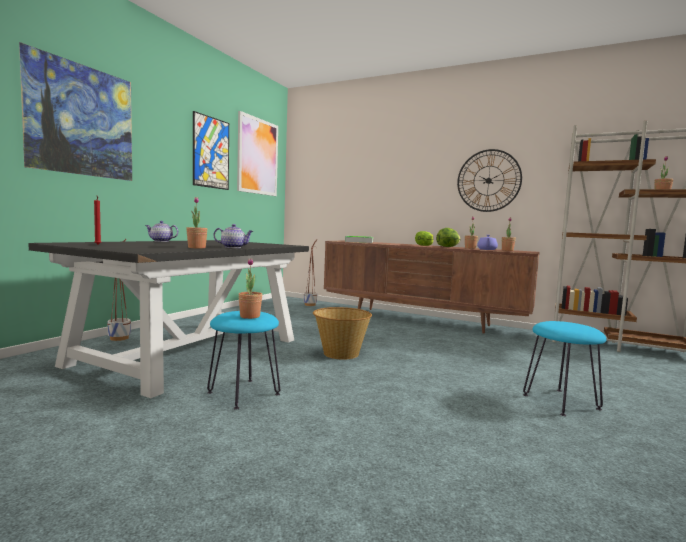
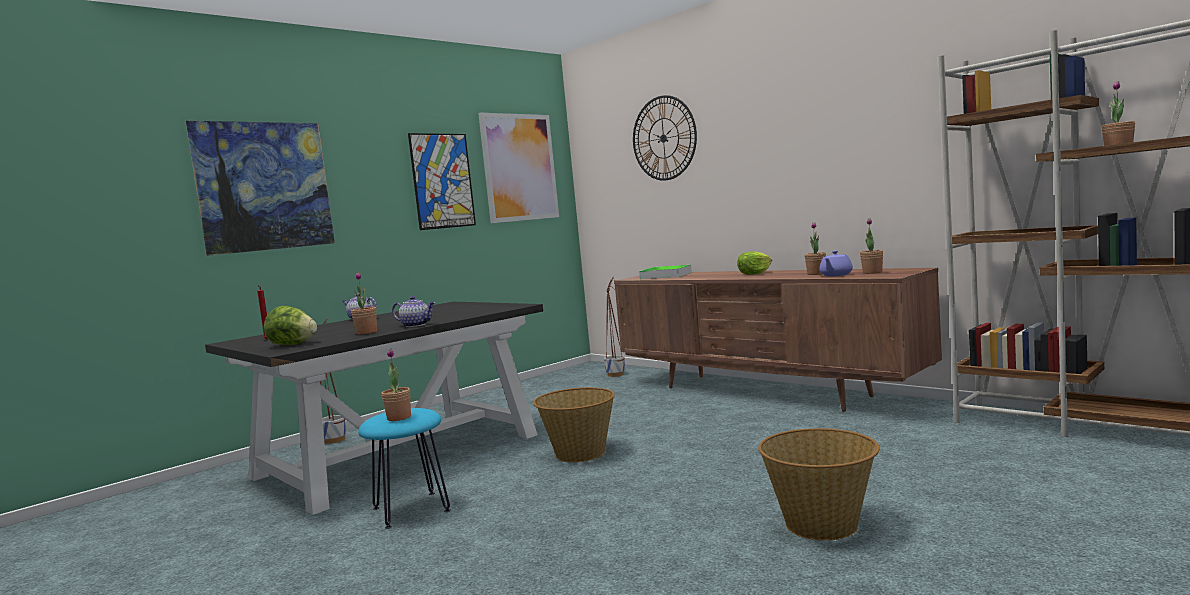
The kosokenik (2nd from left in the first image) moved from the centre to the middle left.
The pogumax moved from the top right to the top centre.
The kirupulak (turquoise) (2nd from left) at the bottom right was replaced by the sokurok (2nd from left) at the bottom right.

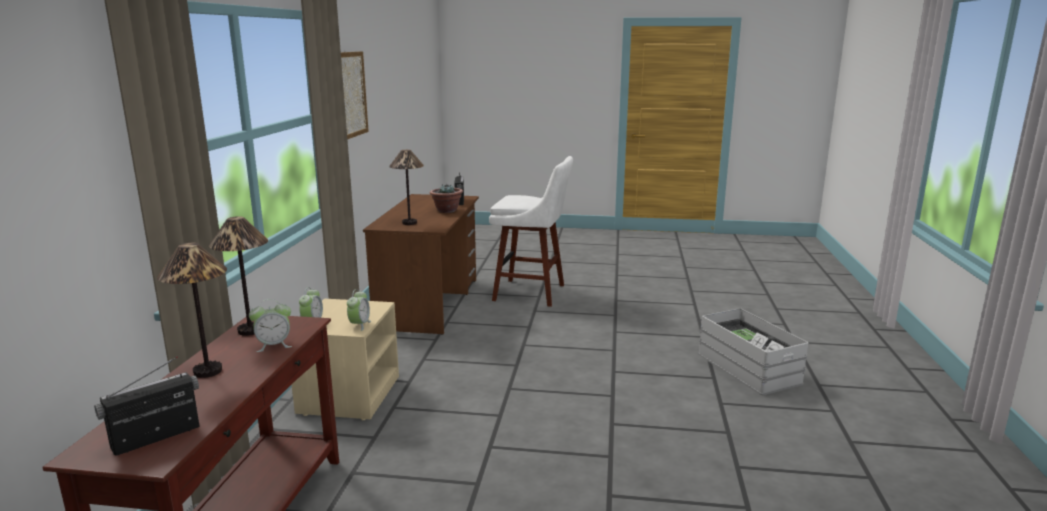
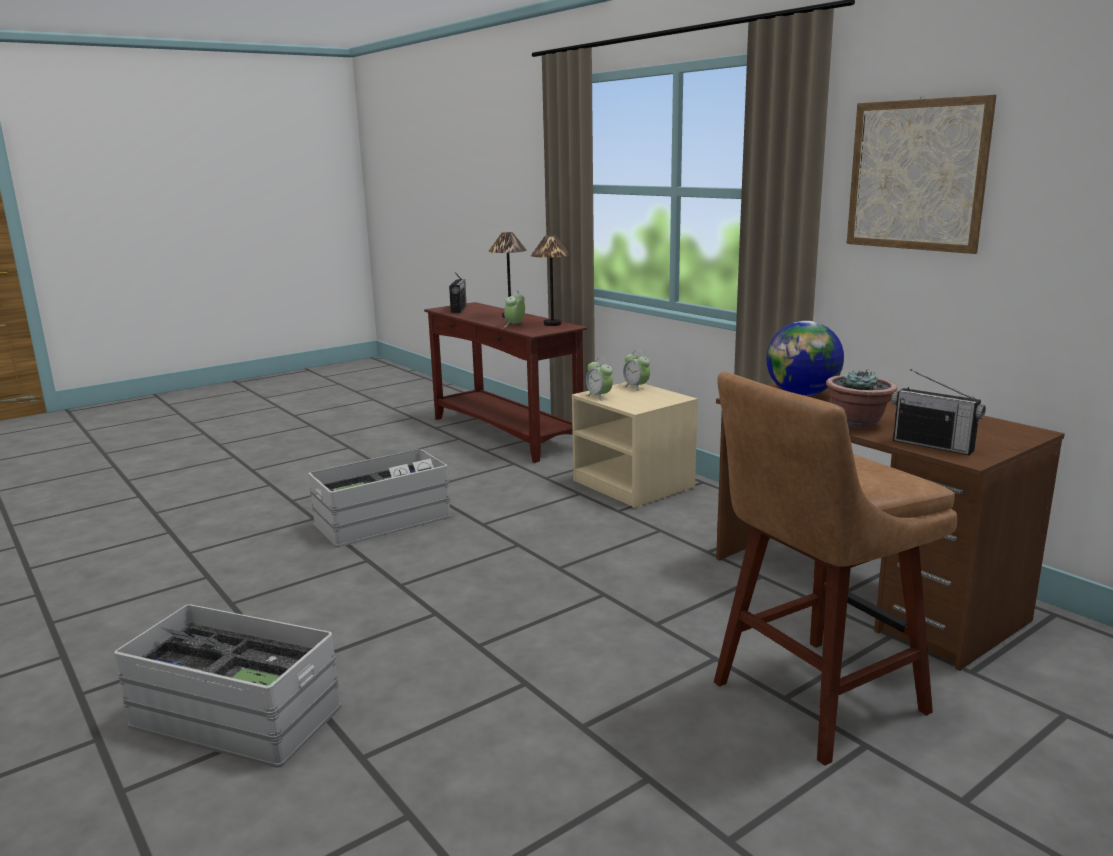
The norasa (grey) (2nd from left) at the centre appeared.
The kirupulak (white) at the centre became the kirupulak (brown) at the middle right.
The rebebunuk (3rd from left) at the centre was replaced by the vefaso at the middle right.

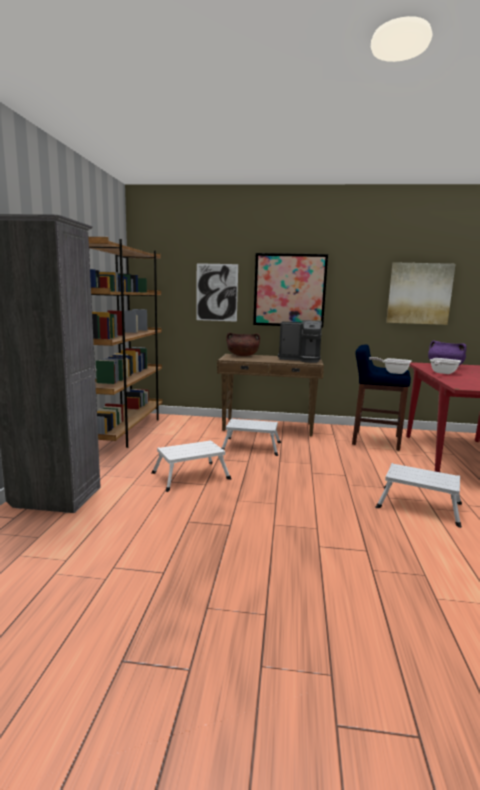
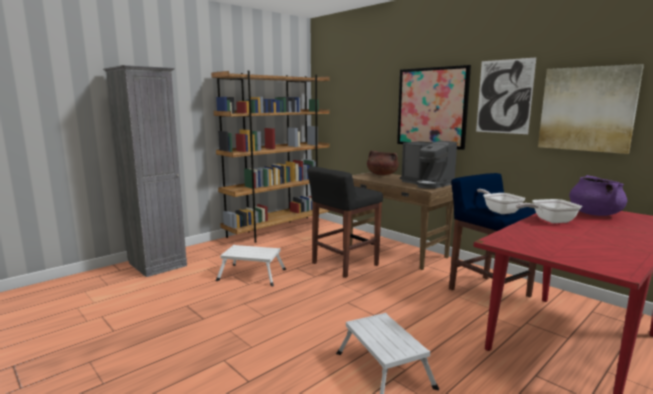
The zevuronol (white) (2nd from left) at the centre was replaced by the kirupulak (black) at the centre.
The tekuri (1st from left in the first image) moved from the centre to the top right.

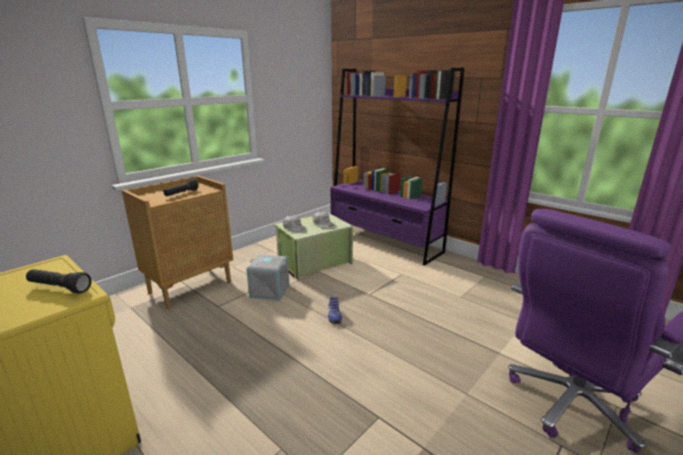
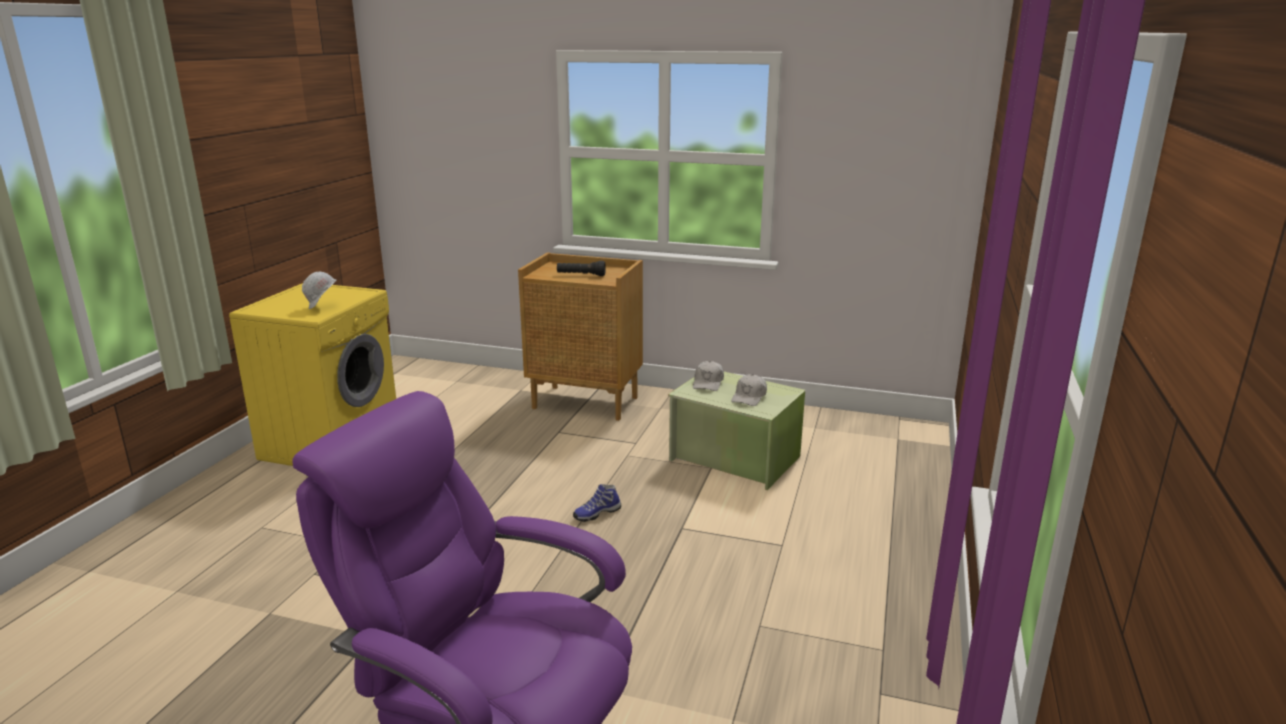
The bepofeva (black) (1st from left) at the middle left was replaced by the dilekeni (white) at the middle left.
The norasa (grey) at the centre disappeared.
The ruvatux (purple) at the centre disappeared.

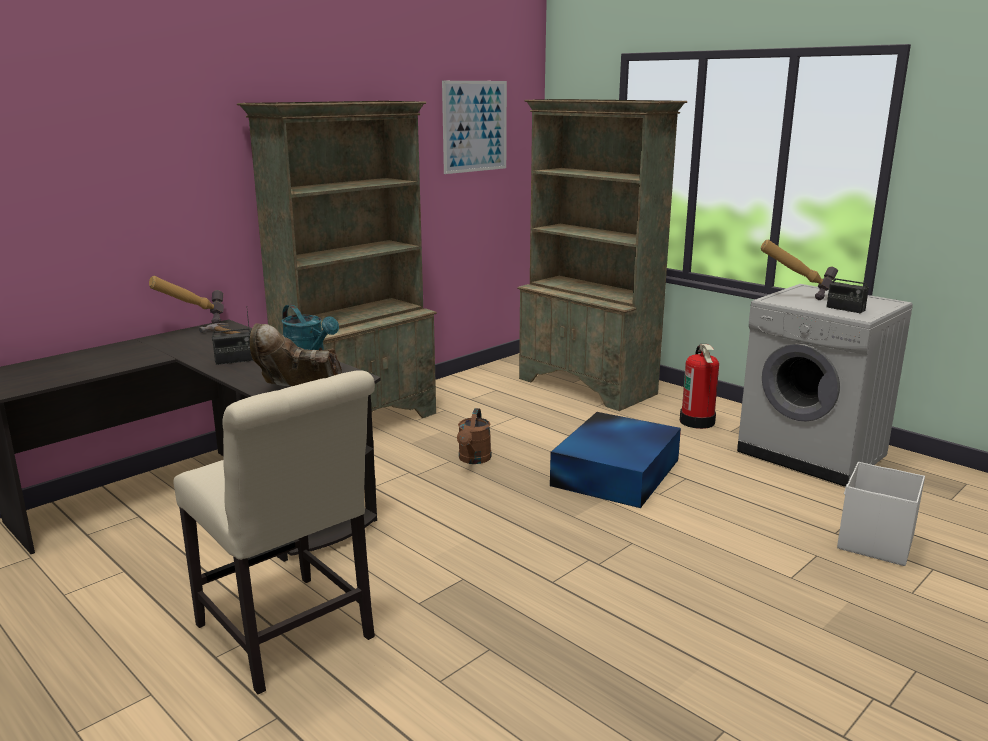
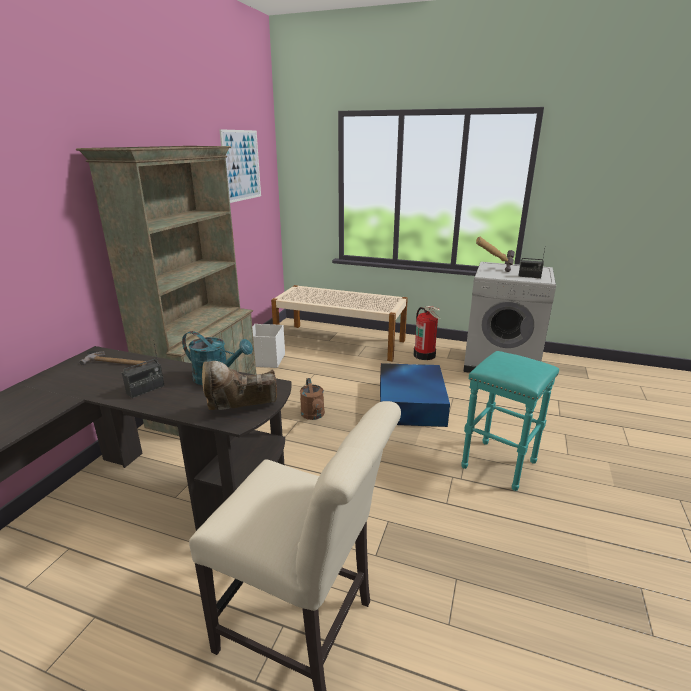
The norasa (white) moved from the bottom right to the centre.
The ruvatux (green) (2nd from left) at the centre was replaced by the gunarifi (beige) at the centre.
The kirupulak (turquoise) at the middle right appeared.
The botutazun (1st from left) at the middle left disappeared.

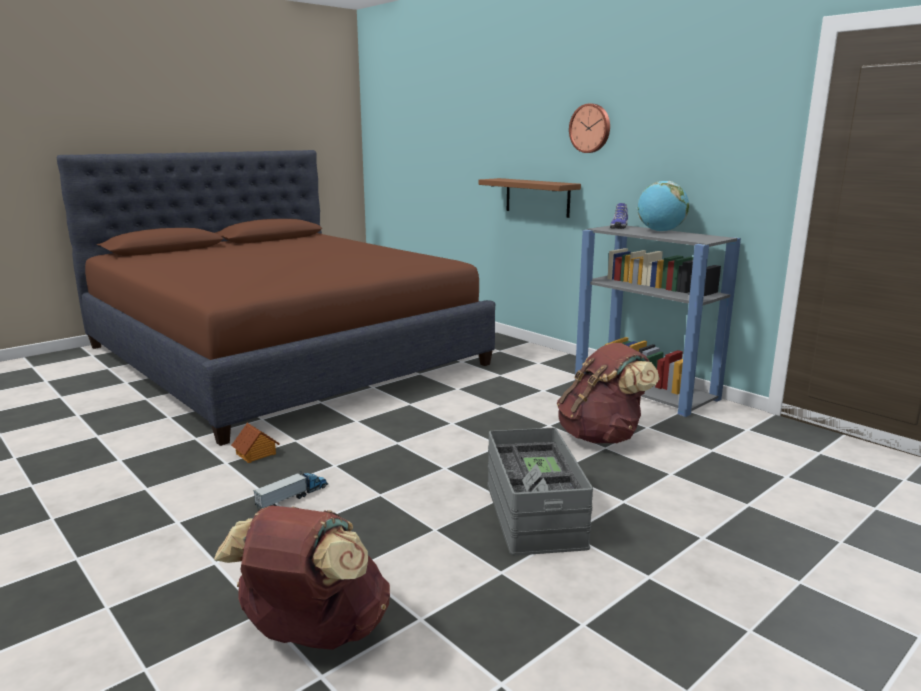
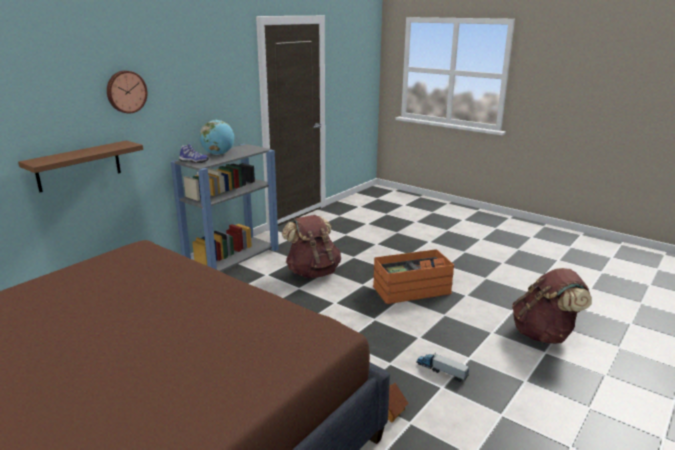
The norasa (grey) at the bottom centre became the norasa (orange) at the centre.

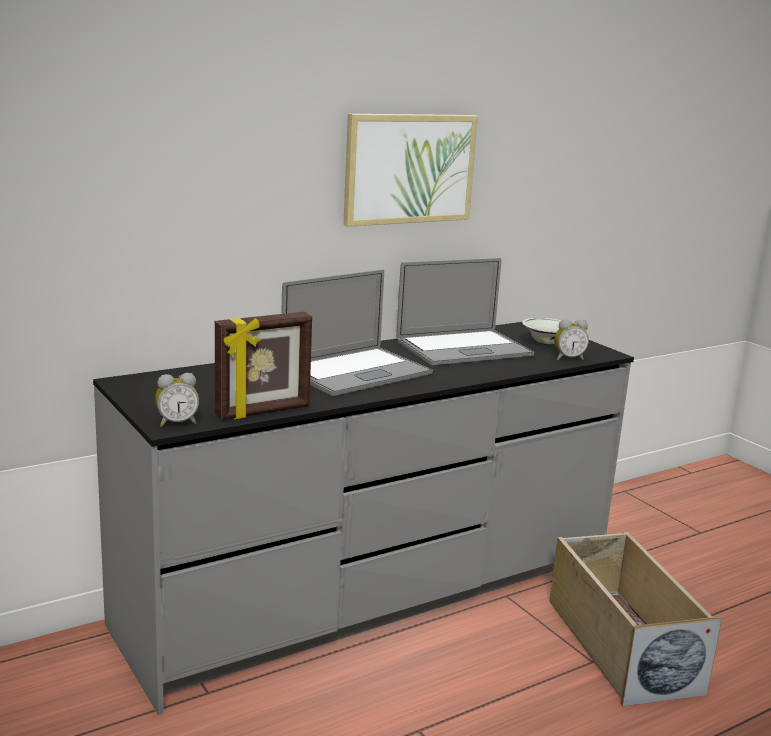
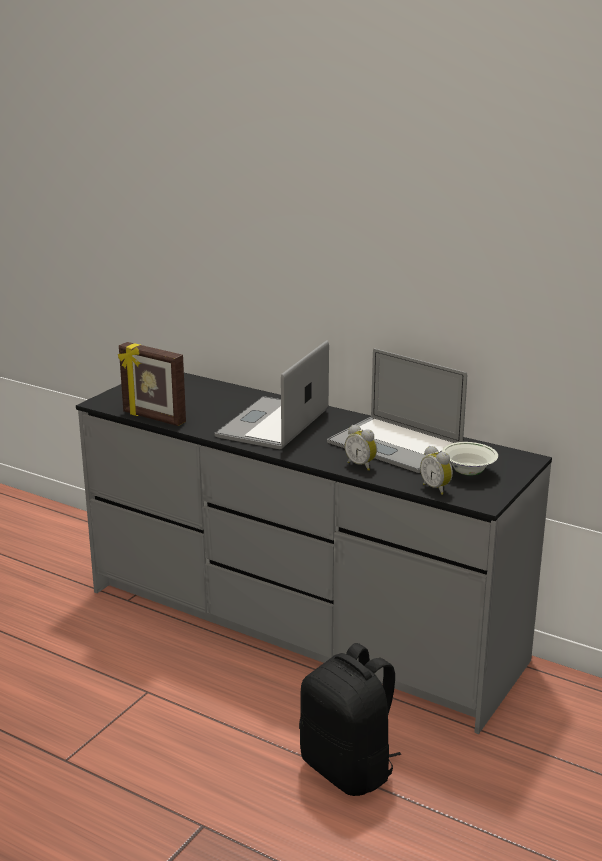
The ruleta (1st from left) at the centre turned 90 degrees clockwise.
The norasa (beige) at the bottom right was replaced by the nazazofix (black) at the bottom centre.
The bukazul (1st from left) moved from the middle left to the centre.
The tekuri at the top centre disappeared.

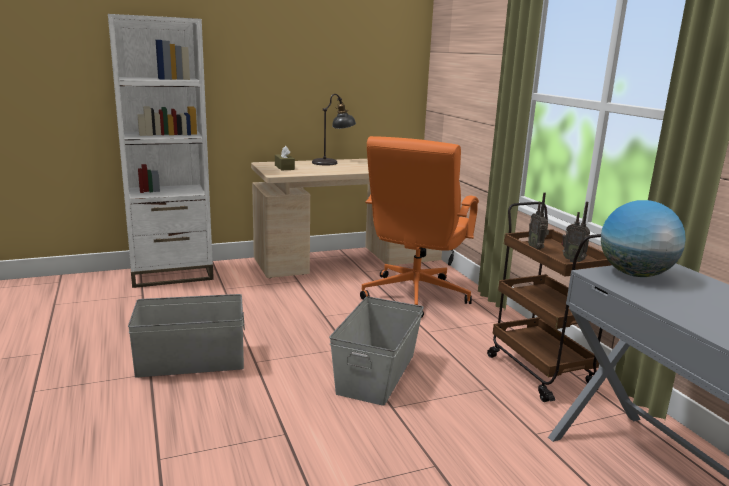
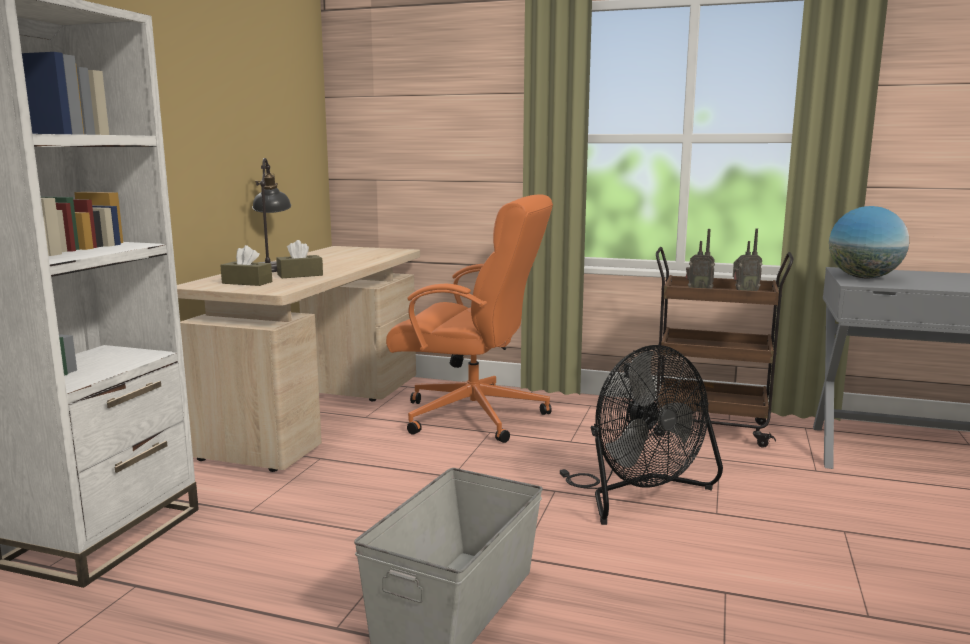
The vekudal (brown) (2nd from left) at the middle left appeared.
The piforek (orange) at the centre turned 45 degrees counterclockwise.
The norasa (grey) (2nd from left) at the bottom centre was replaced by the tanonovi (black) at the bottom centre.

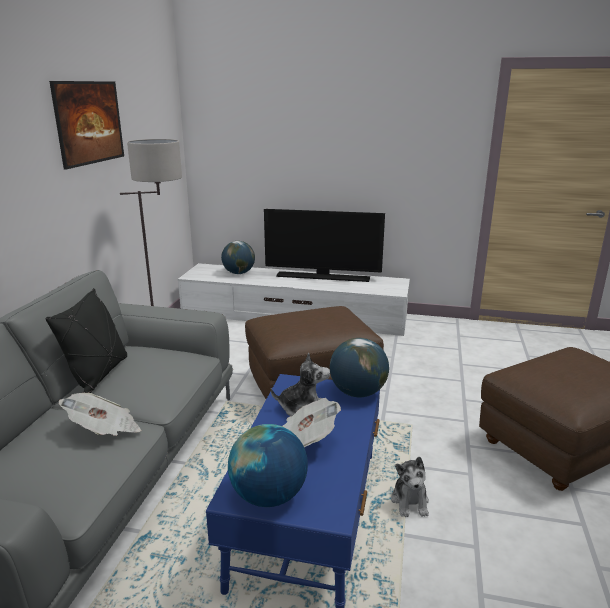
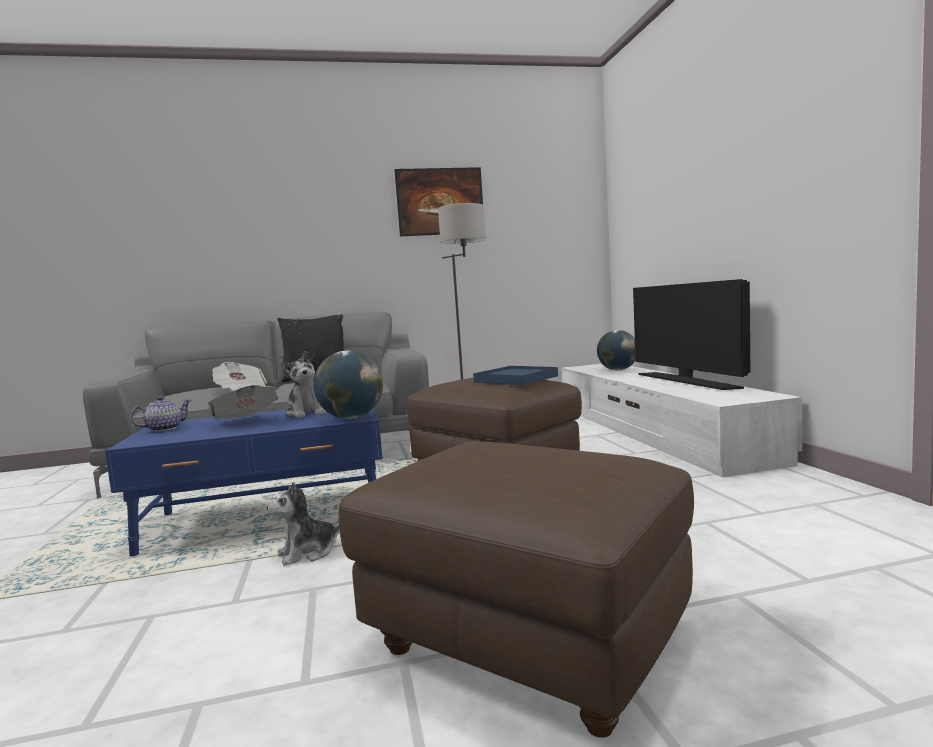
The vefaso (2nd from left) at the bottom centre was replaced by the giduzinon at the middle left.
The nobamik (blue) at the centre appeared.

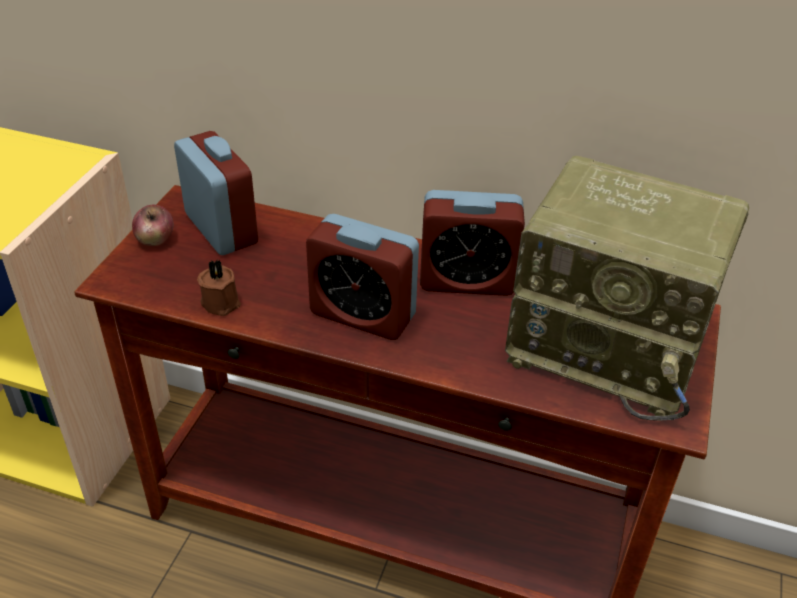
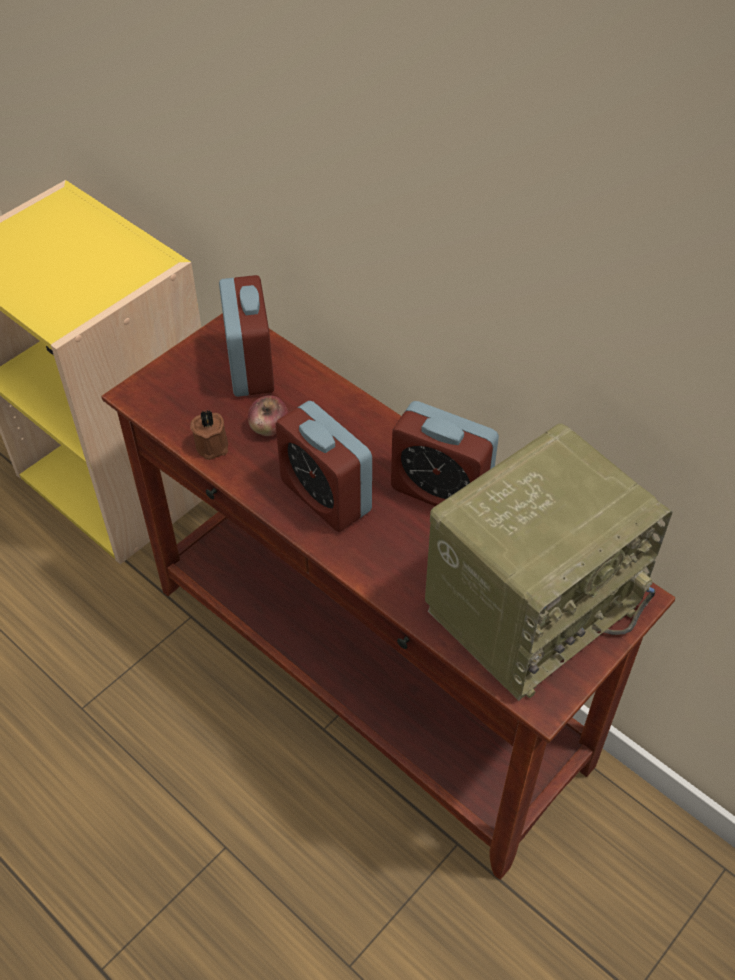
The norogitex moved from the middle left to the centre.
The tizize at the middle right turned 90 degrees counterclockwise.

